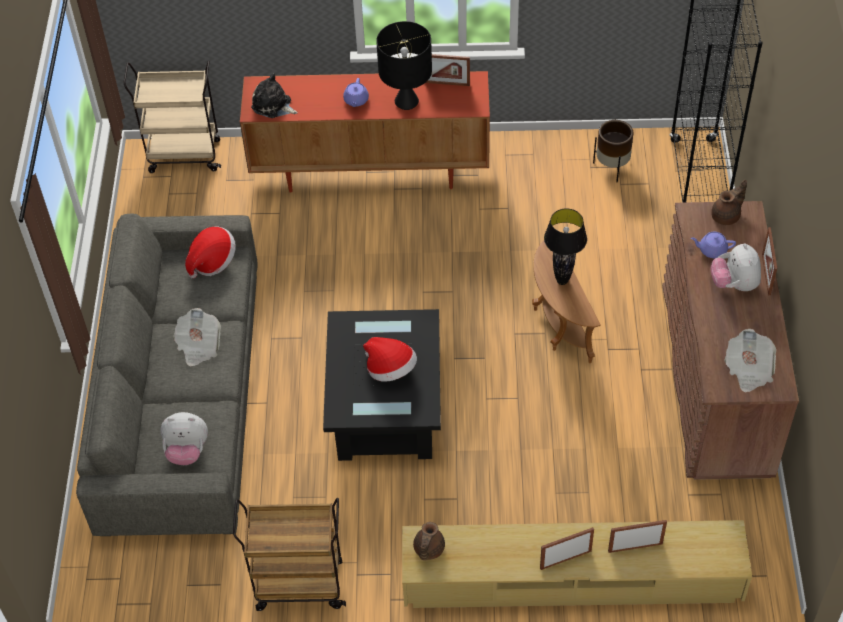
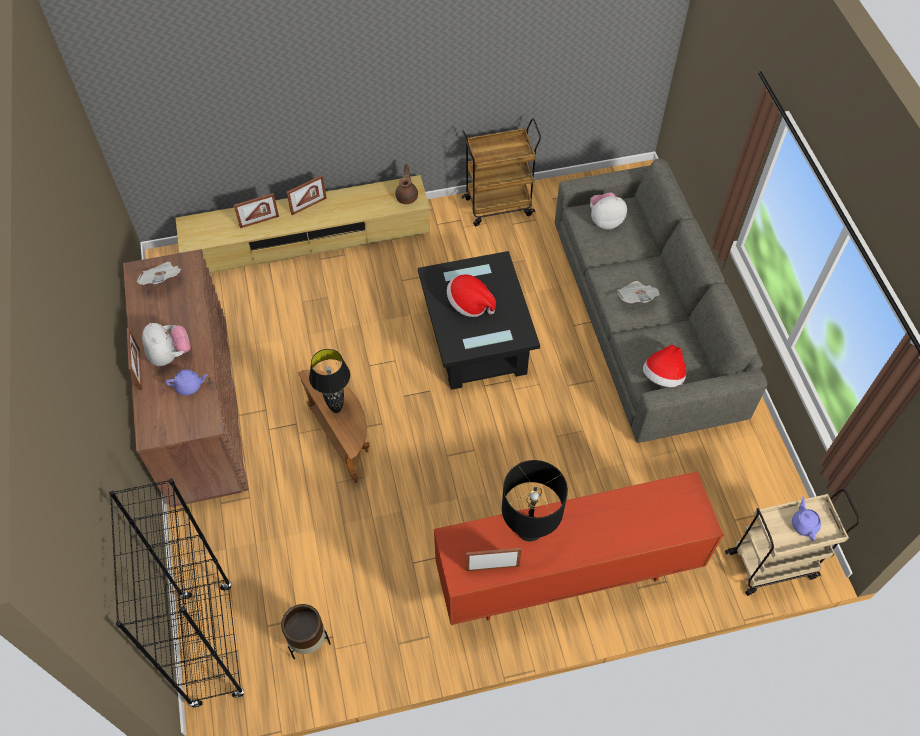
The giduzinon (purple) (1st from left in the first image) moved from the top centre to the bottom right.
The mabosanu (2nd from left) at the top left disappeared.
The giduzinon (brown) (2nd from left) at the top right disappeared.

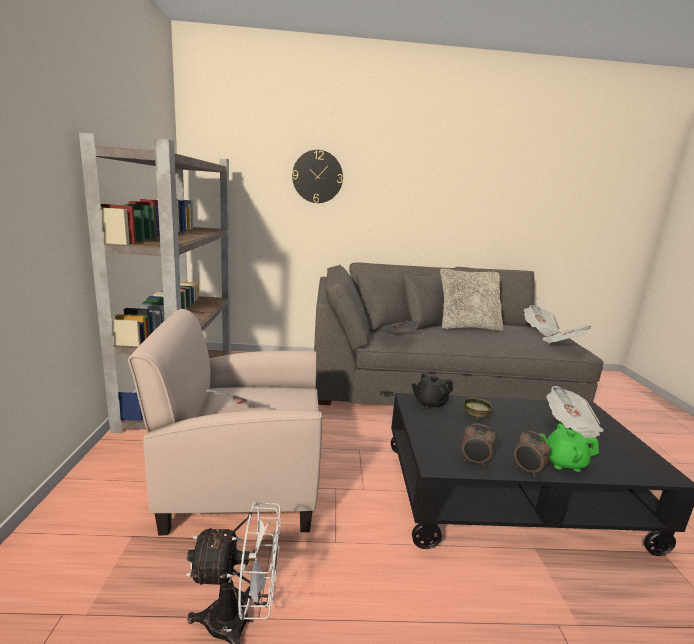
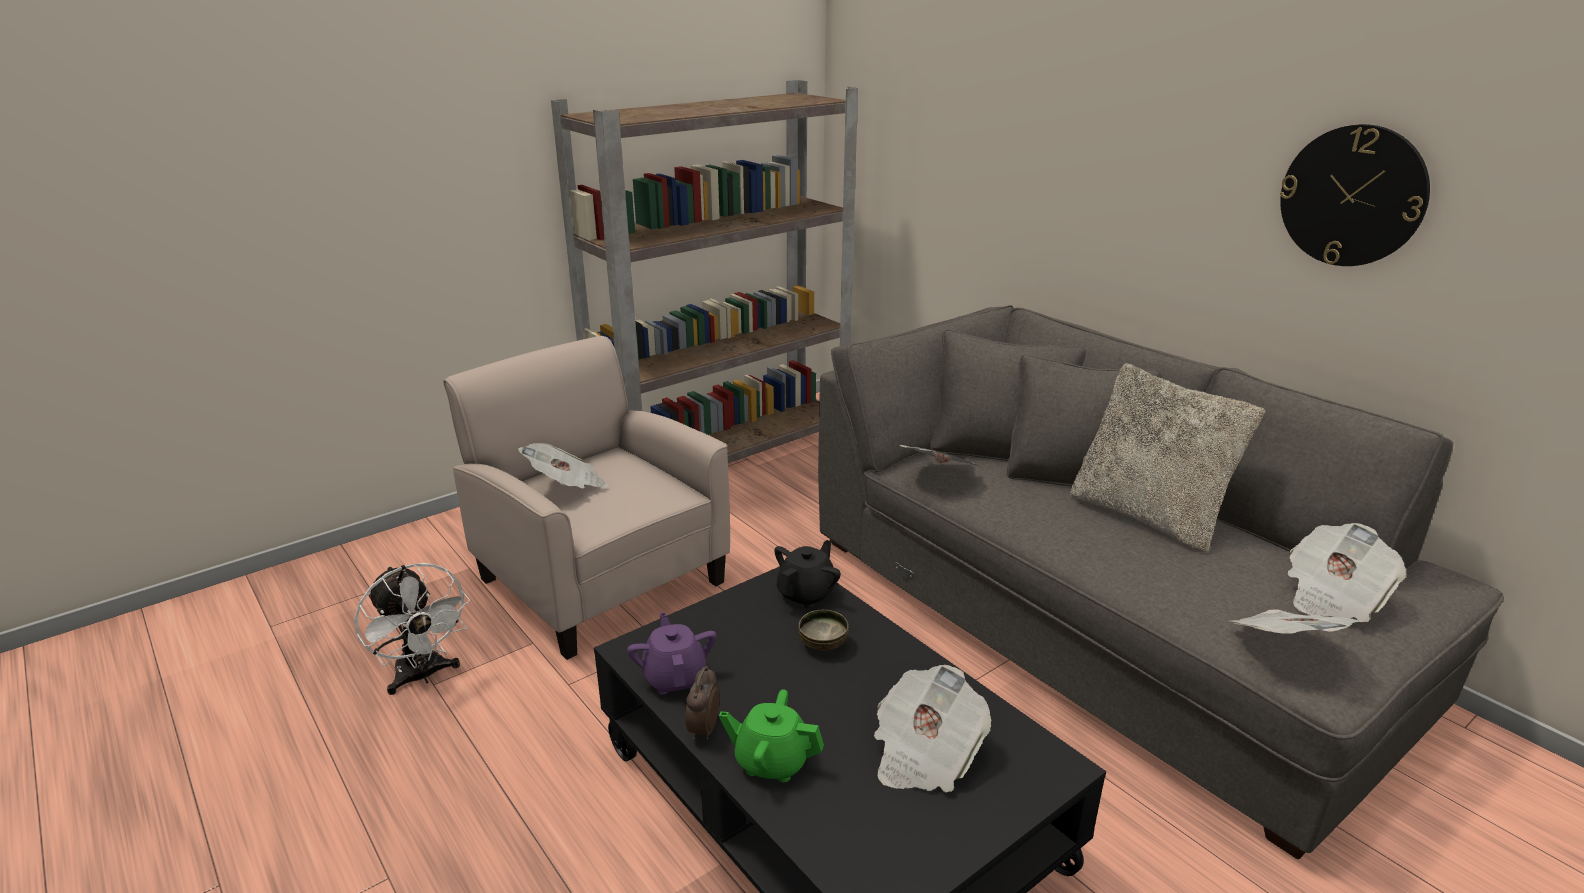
The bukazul (1st from left) at the bottom right was replaced by the giduzinon (purple) at the bottom centre.
The giduzinon (green) at the bottom right turned 45 degrees counterclockwise.
The giduzinon (black) at the centre turned 90 degrees clockwise.
The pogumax moved from the top centre to the top right.

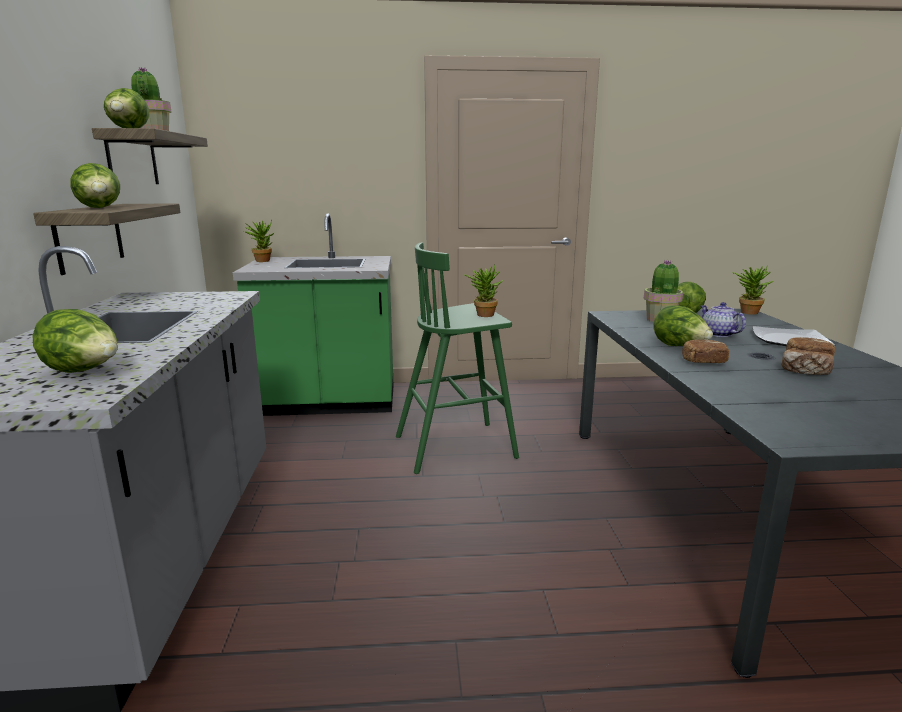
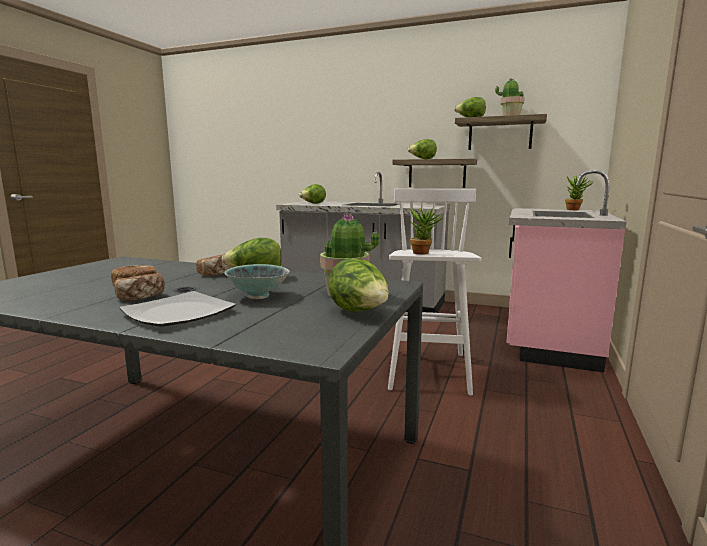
The giduzinon at the middle right was replaced by the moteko at the centre.
The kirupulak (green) at the centre became the kirupulak (white) at the centre.
The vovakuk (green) at the centre became the vovakuk (pink) at the middle right.
The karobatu (5th from left) at the middle right disappeared.

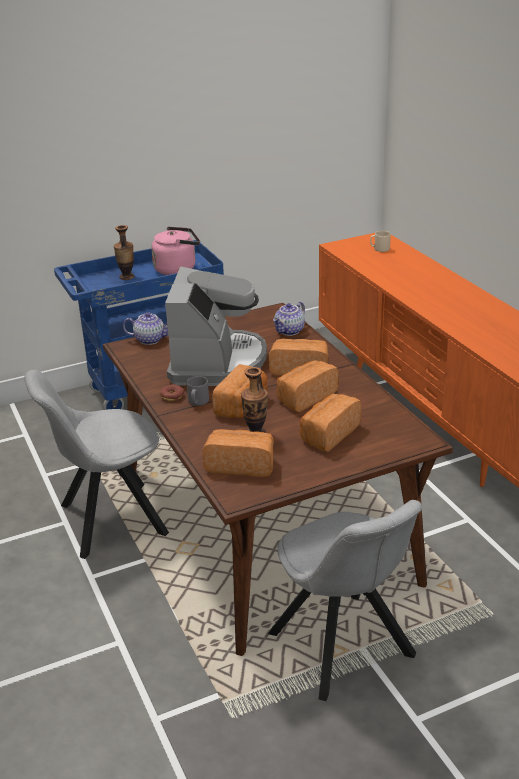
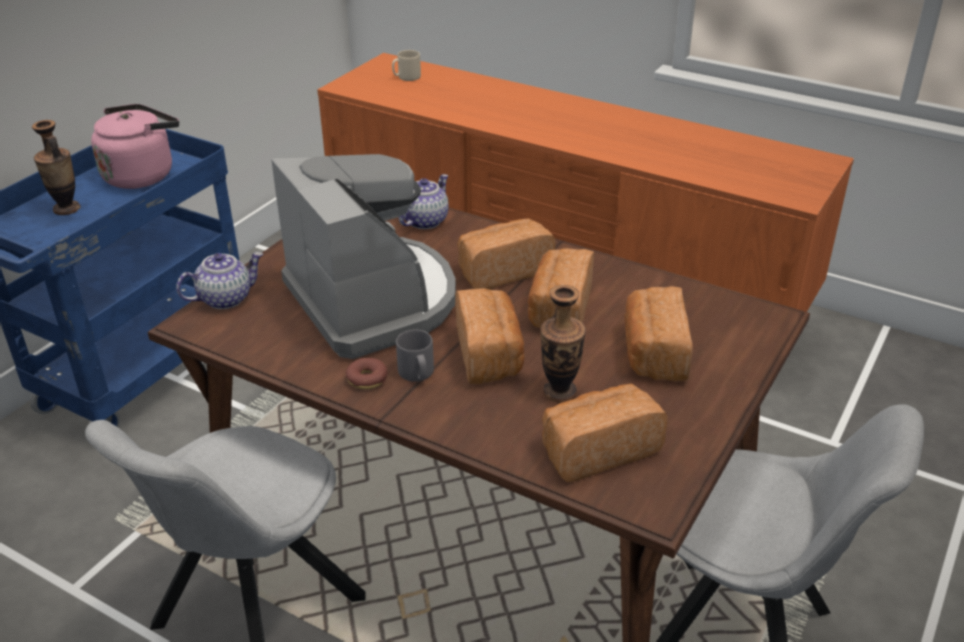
The giduzinon (2nd from left) at the centre turned 150 degrees counterclockwise.

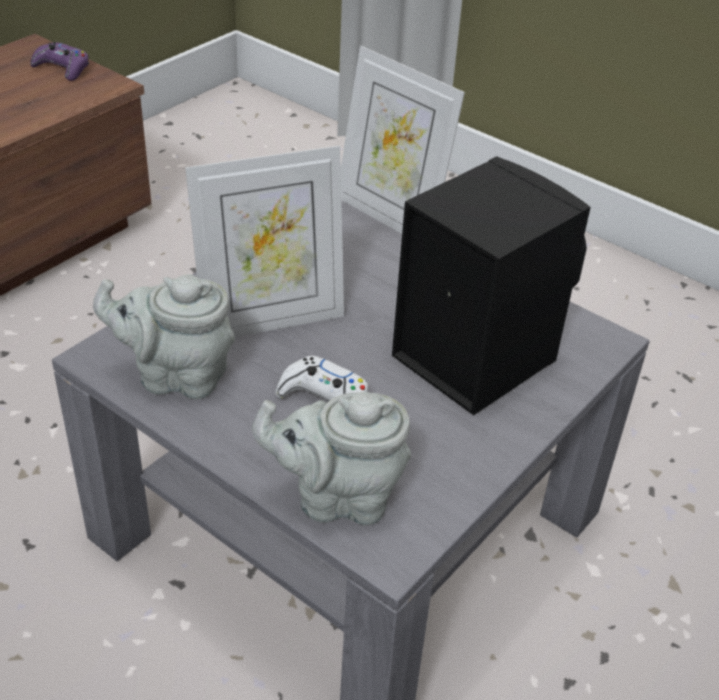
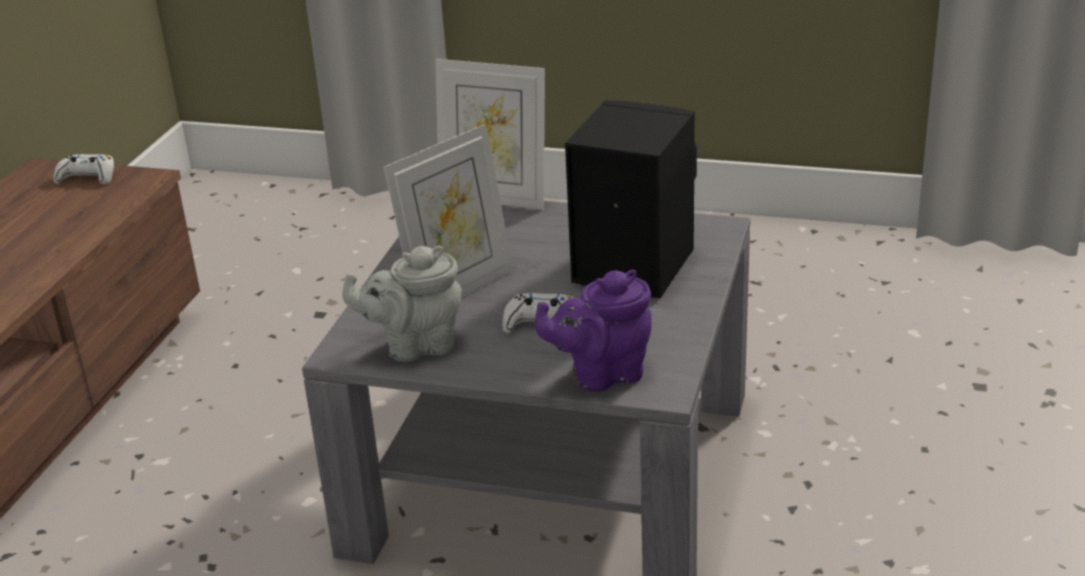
The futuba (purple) at the top left became the futuba (white) (1st from left) at the top left.
The giduzinon (grey) (2nd from left) at the centre became the giduzinon (purple) at the centre.

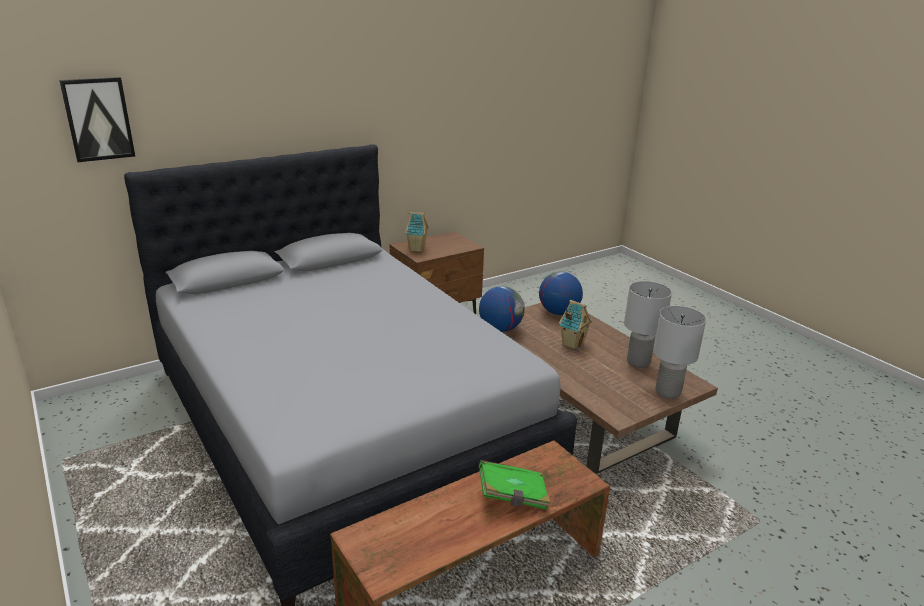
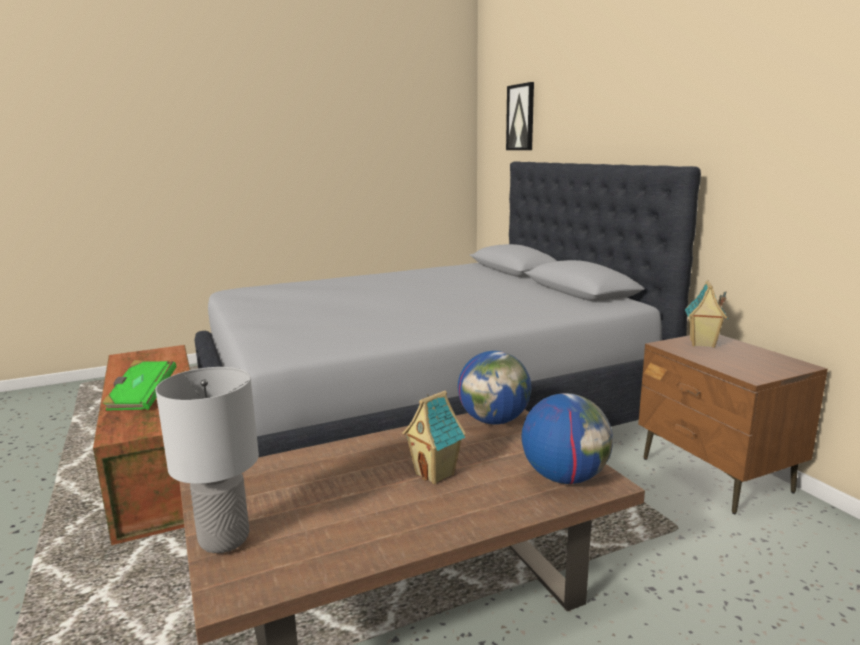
The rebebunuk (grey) (1st from left) at the middle right disappeared.

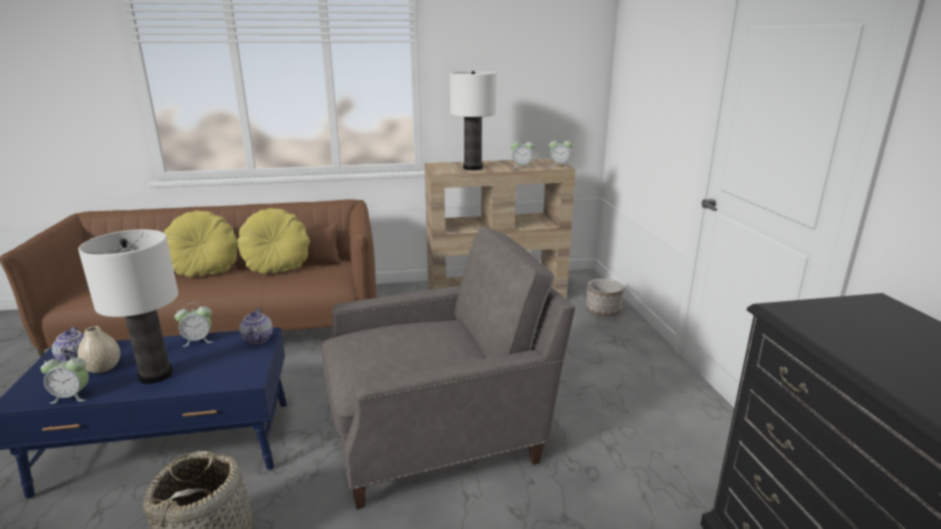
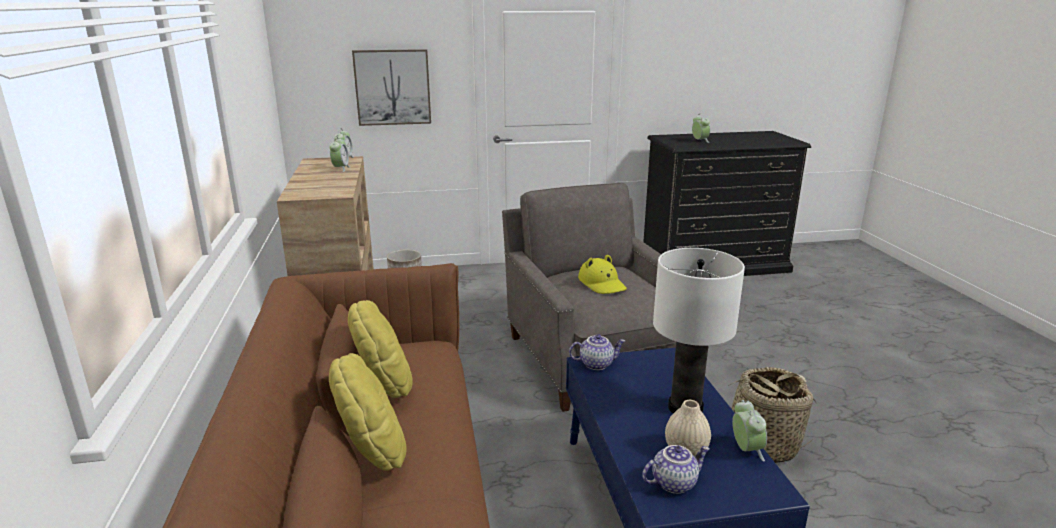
The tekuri at the top centre appeared.
The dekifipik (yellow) at the centre appeared.
The bukazul (2nd from left in the first image) moved from the middle left to the top centre.
The rebebunuk (white) (2nd from left) at the top centre disappeared.

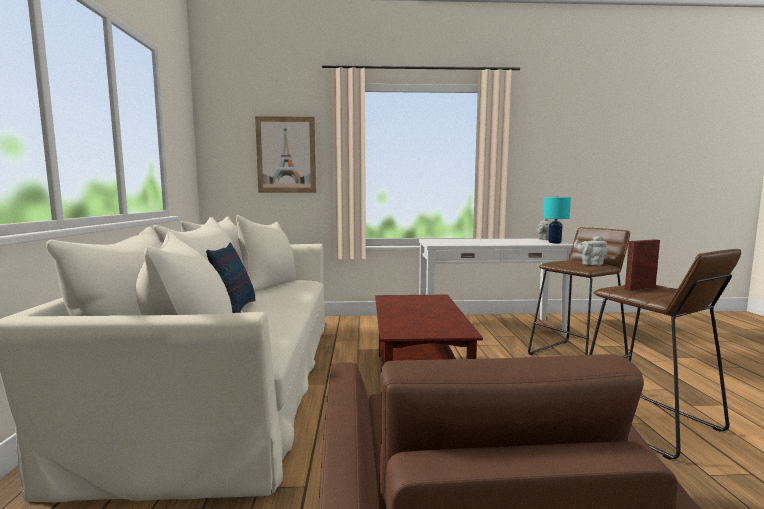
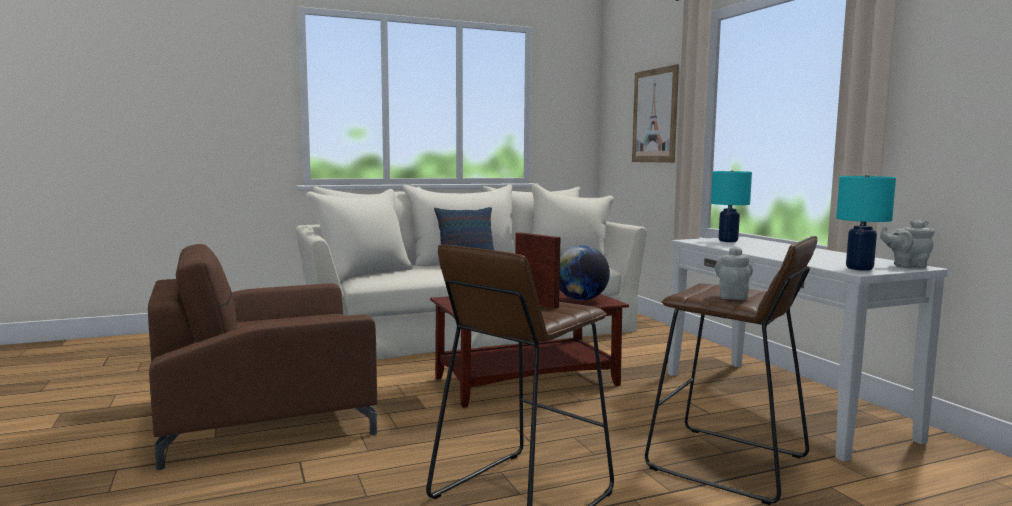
The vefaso at the centre appeared.
The rebebunuk (turquoise) (1st from left) at the middle right appeared.

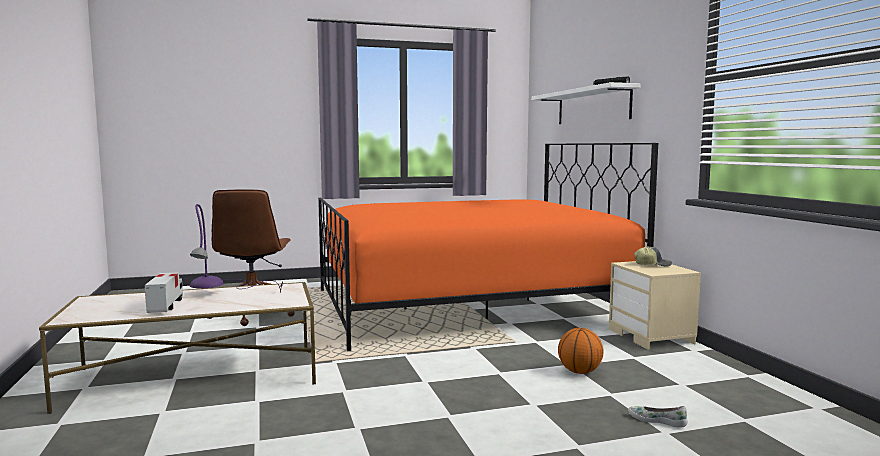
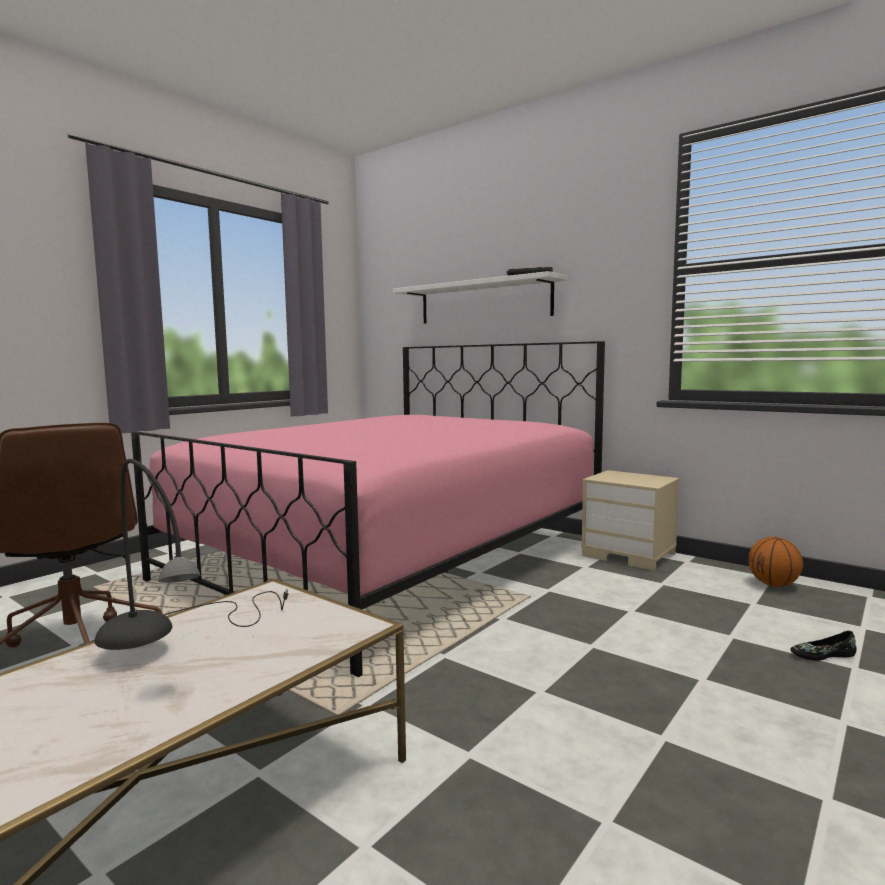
The rebebunuk (purple) at the middle left became the rebebunuk (grey) at the middle left.
The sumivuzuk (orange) at the centre became the sumivuzuk (pink) at the centre.
The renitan moved from the bottom centre to the middle right.
The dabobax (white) at the bottom right became the dabobax (black) at the bottom right.
The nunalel at the middle left disappeared.
The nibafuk at the middle right disappeared.

